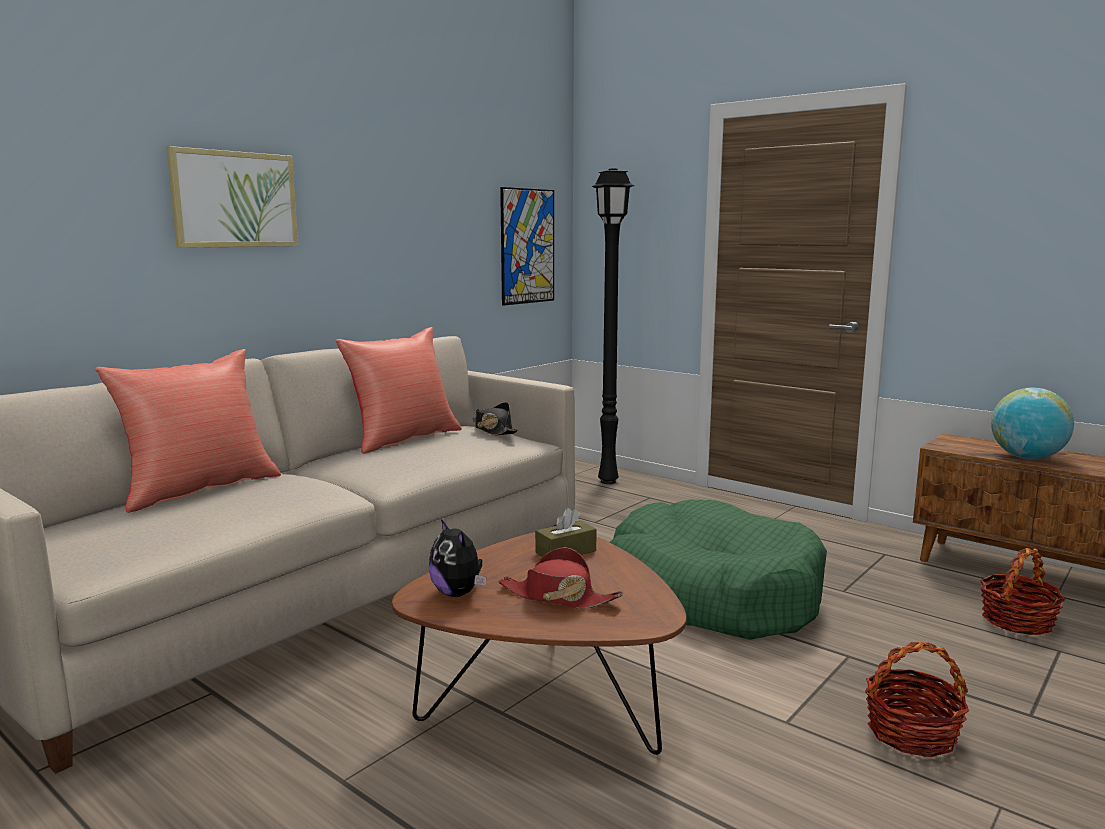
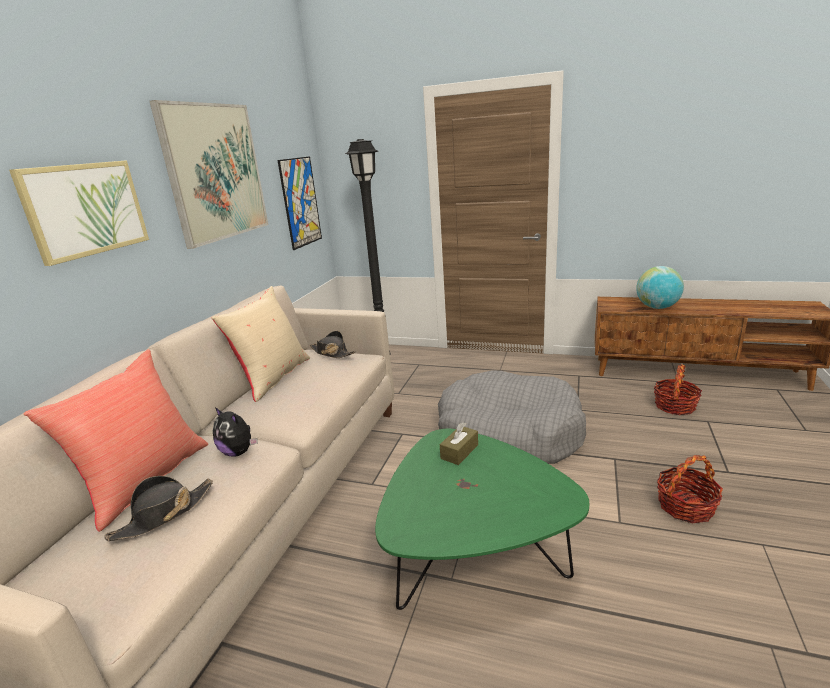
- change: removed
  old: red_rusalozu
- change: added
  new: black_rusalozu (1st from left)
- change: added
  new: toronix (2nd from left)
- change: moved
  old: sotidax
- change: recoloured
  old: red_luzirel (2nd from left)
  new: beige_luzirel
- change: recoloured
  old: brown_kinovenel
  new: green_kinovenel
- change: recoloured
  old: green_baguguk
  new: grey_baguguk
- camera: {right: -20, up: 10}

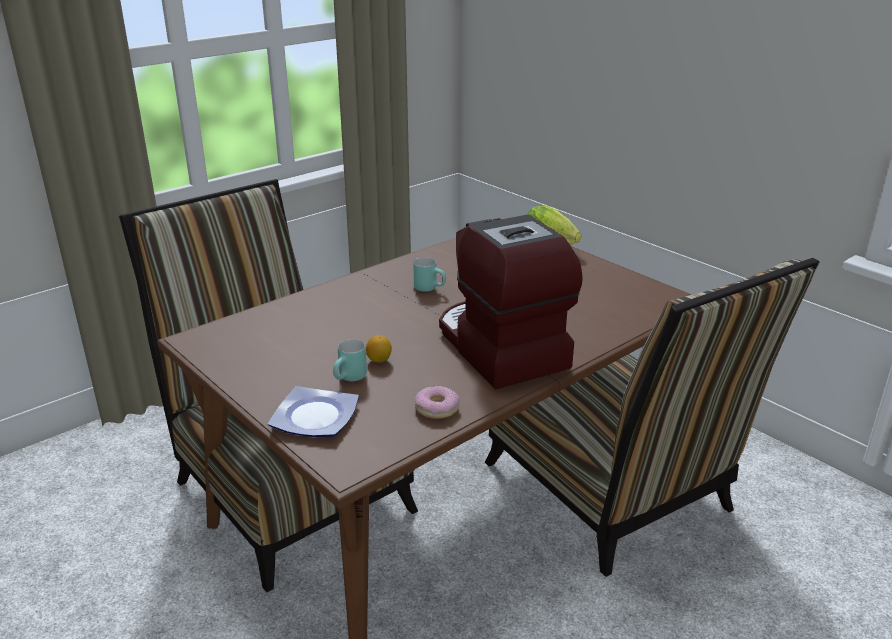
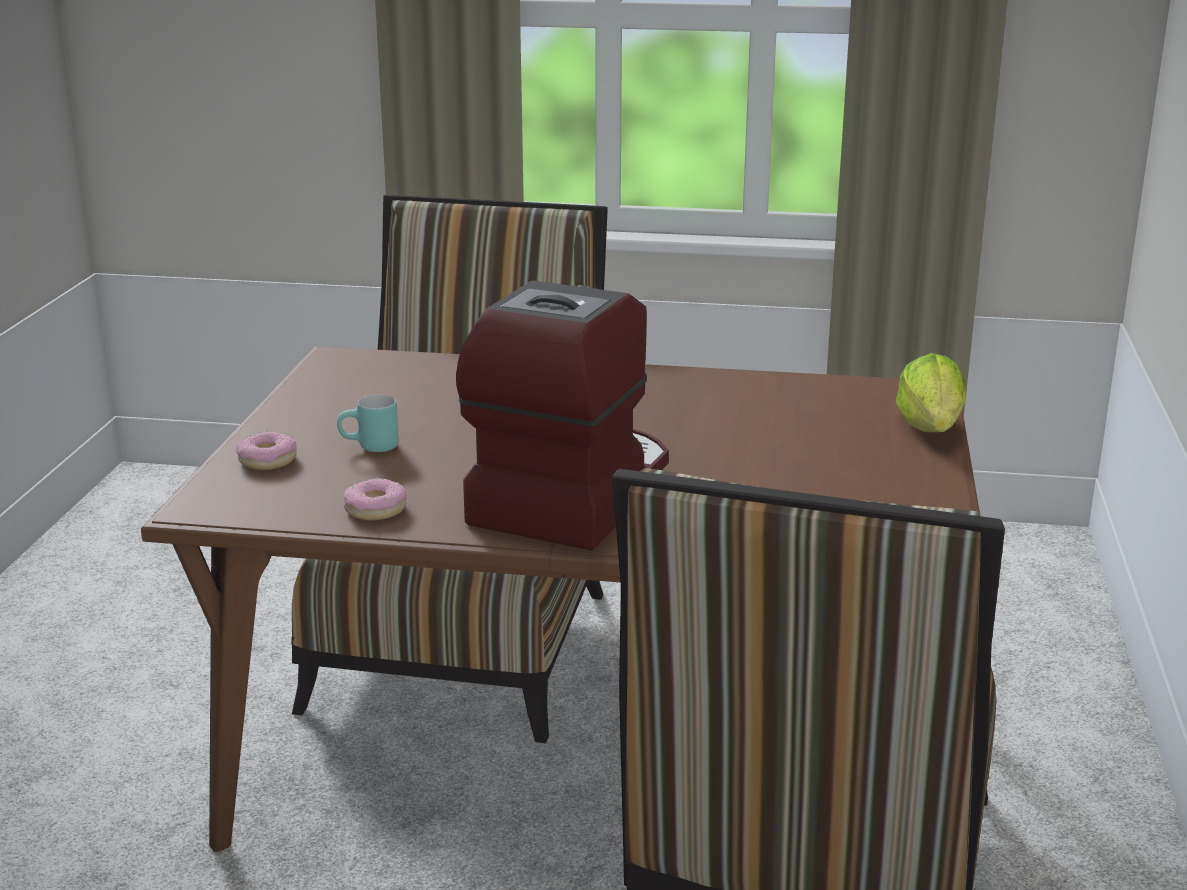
- change: removed
  old: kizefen
- change: removed
  old: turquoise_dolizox (2nd from left)
- change: replaced
  old: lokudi
  new: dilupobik (1st from left)
- camera: {right: 50, up: -5}

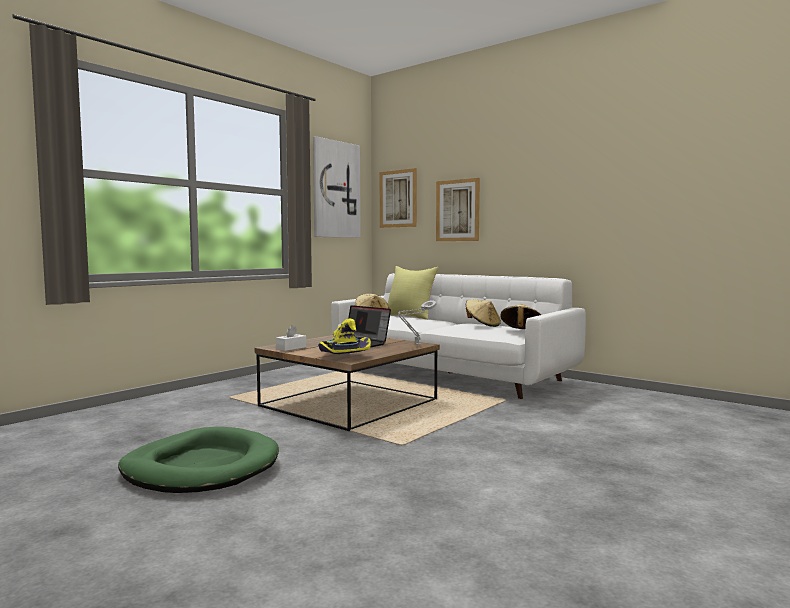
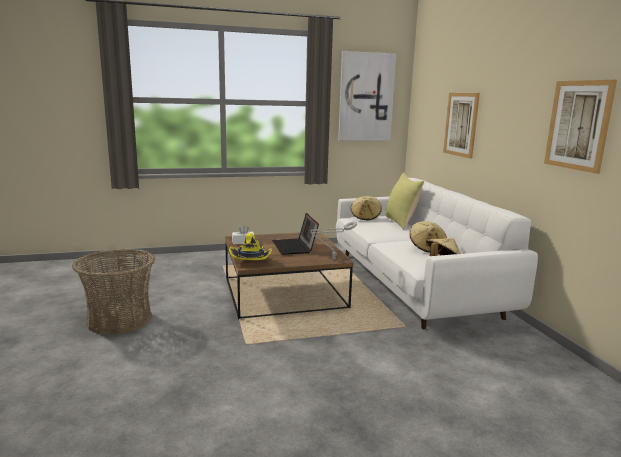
- change: moved
  old: toronix (2nd from left in the first image)
  new: toronix (3rd from left)
- change: replaced
  old: green_baguguk
  new: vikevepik
- camera: {right: 35, up: 10}

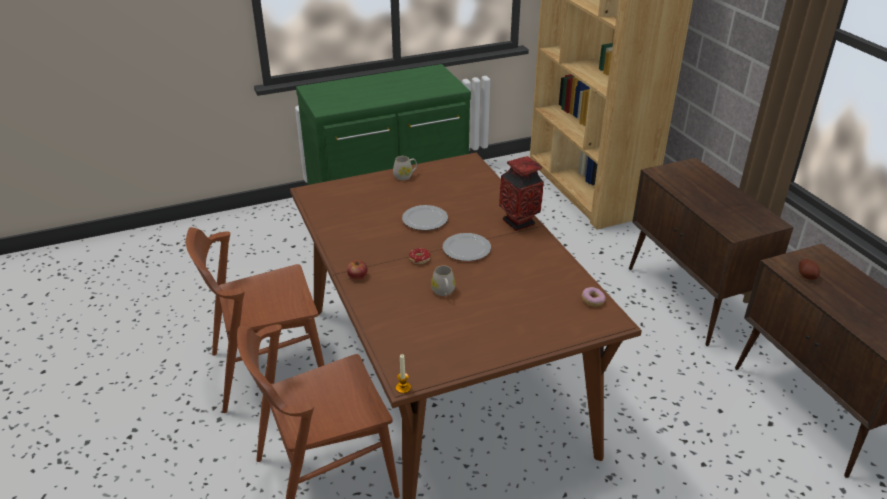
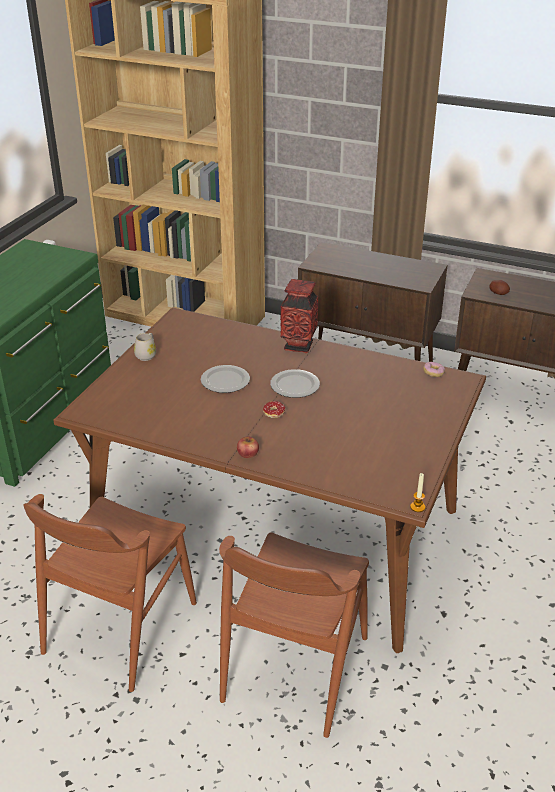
- change: removed
  old: white_dolizox (2nd from left)
- camera: {right: -45, up: 0}

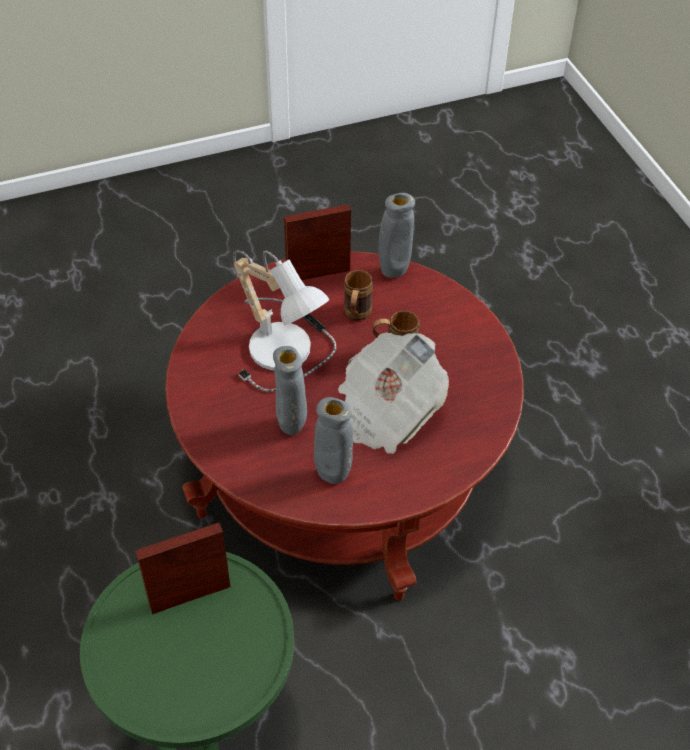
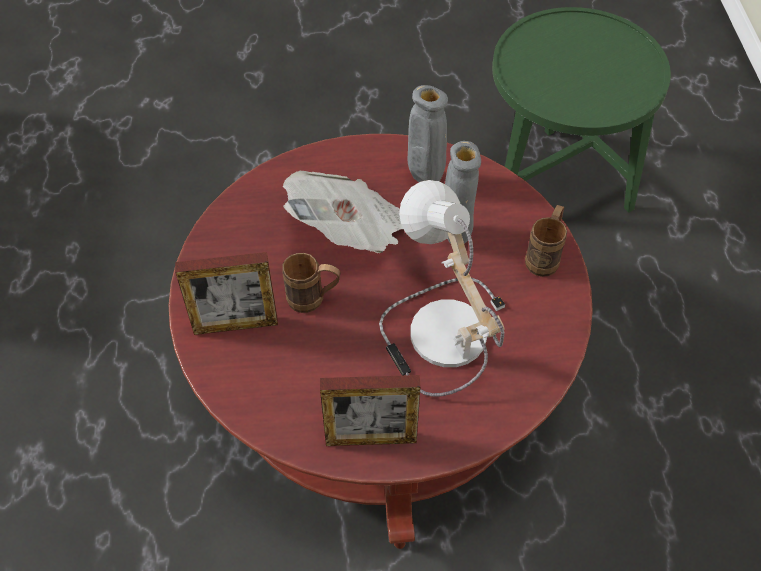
- change: removed
  old: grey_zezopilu (3rd from left)
- change: moved
  old: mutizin (1st from left)
- change: moved
  old: brown_dolizox (1st from left in the first image)
  new: brown_dolizox (2nd from left)
- camera: {right: -165, up: 5}

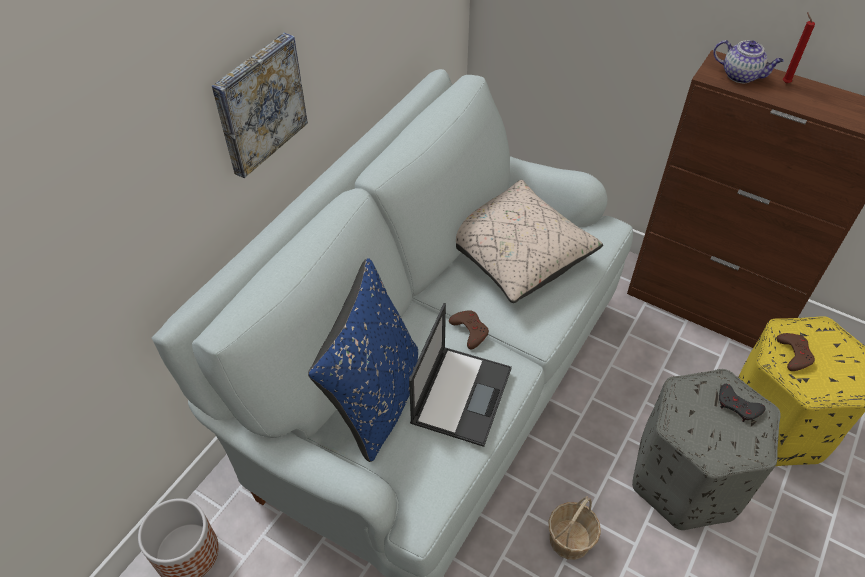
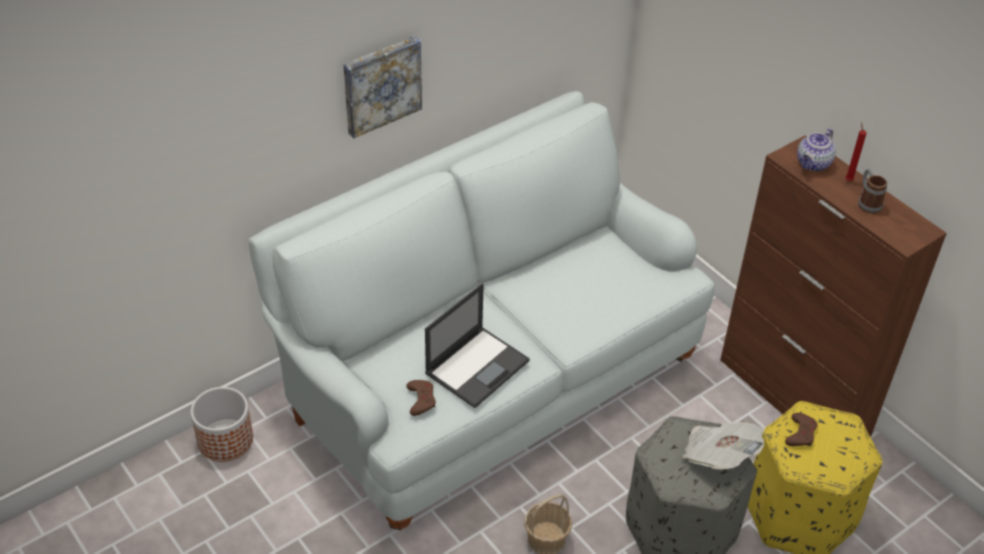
- change: removed
  old: blue_luzirel
- change: removed
  old: beige_luzirel
- change: added
  new: dolizox
- change: moved
  old: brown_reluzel (1st from left)
- change: replaced
  old: grey_reluzel
  new: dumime
- change: turned
  old: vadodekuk
  degrees: 75
- camera: {right: 20, up: -5}

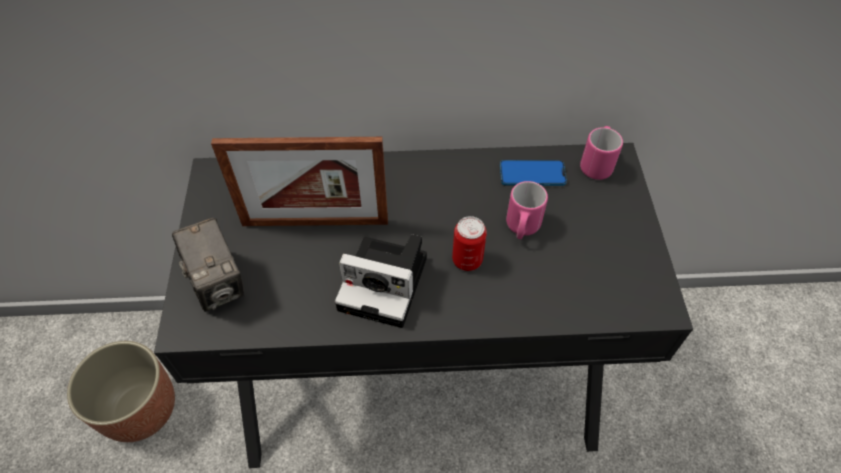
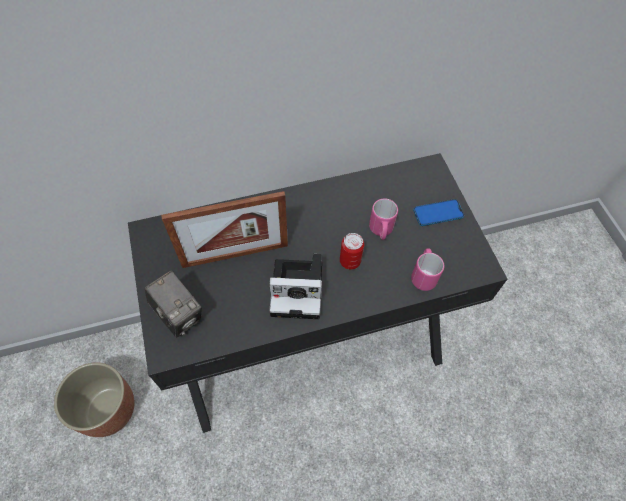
- change: moved
  old: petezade
- change: moved
  old: pink_dolizox (2nd from left)
- camera: {right: -15, up: 5}

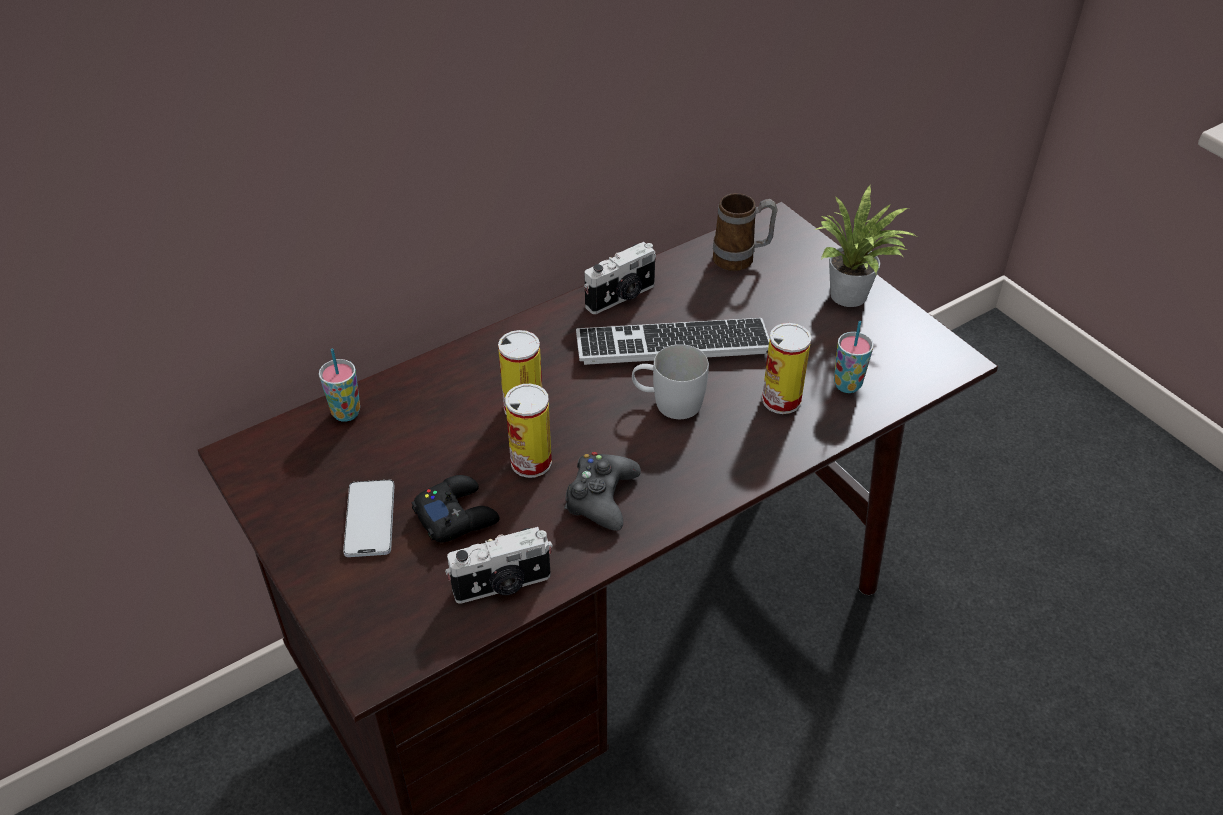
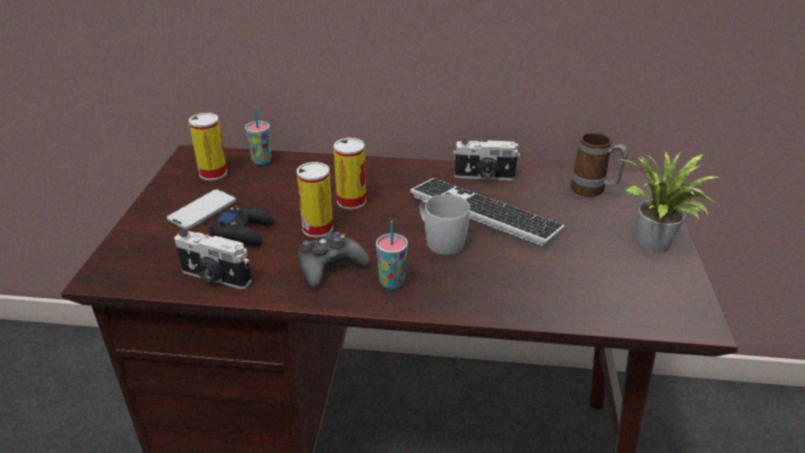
- change: moved
  old: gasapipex (3rd from left in the first image)
  new: gasapipex (1st from left)
- change: moved
  old: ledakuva (2nd from left)
- camera: {right: 40, up: -10}

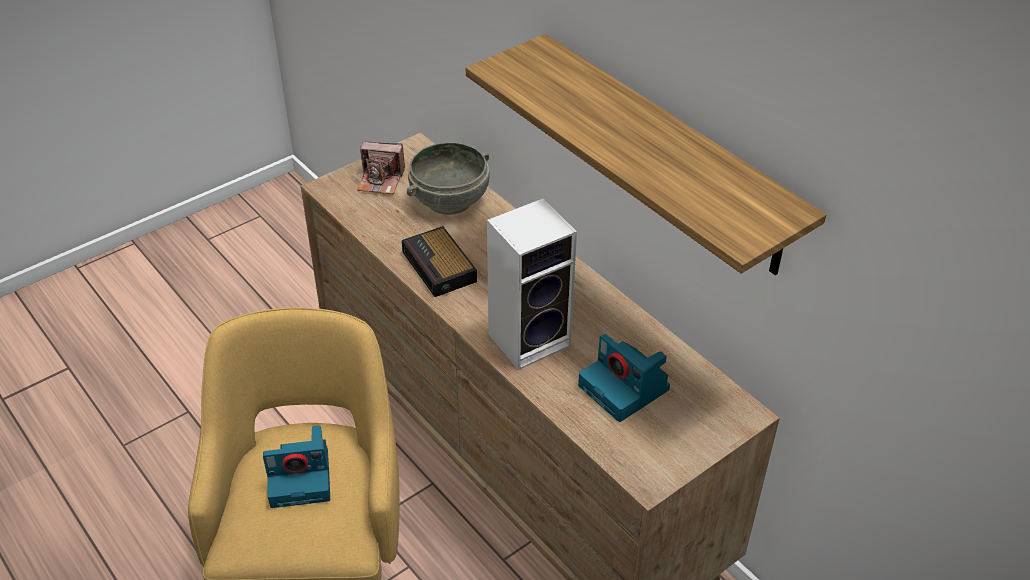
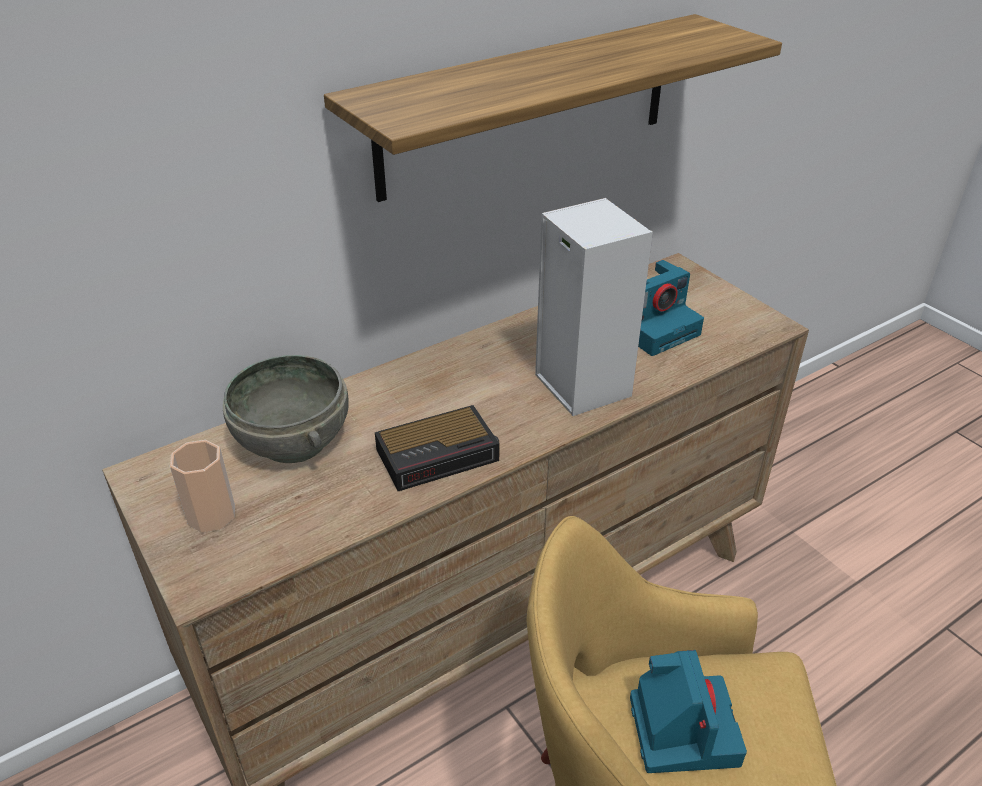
- change: replaced
  old: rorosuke (2nd from left)
  new: ledakuva
- camera: {right: -85, up: -5}

